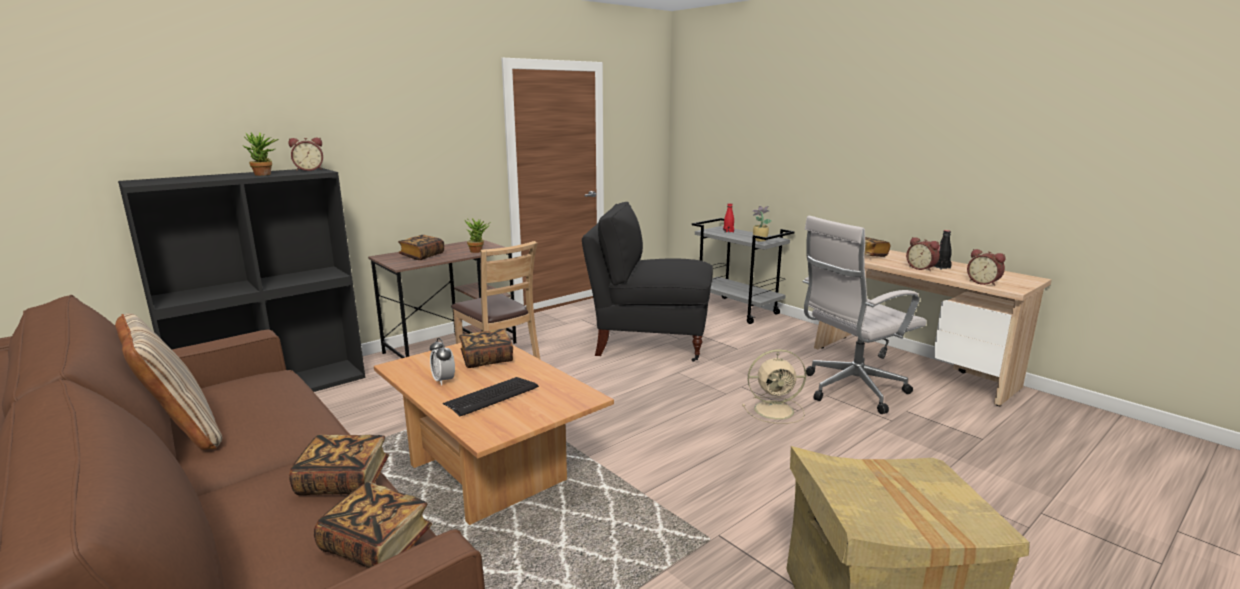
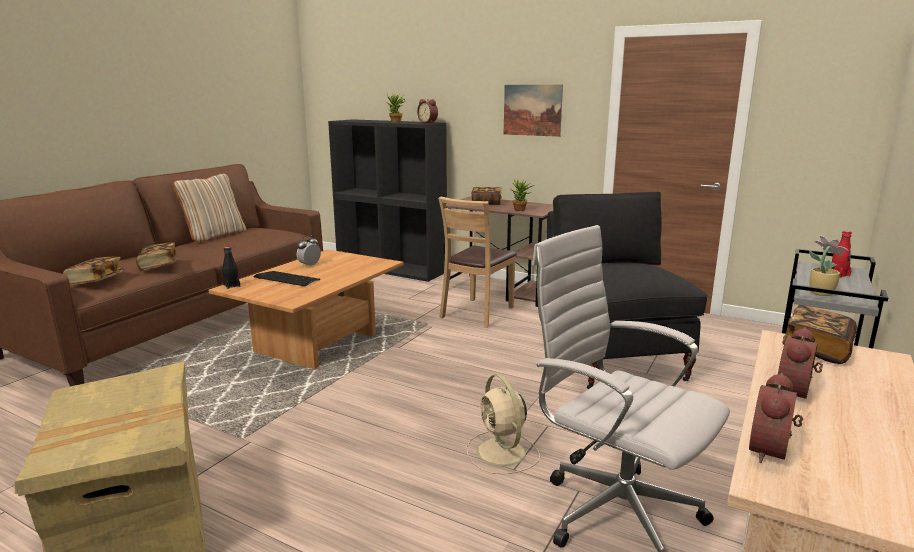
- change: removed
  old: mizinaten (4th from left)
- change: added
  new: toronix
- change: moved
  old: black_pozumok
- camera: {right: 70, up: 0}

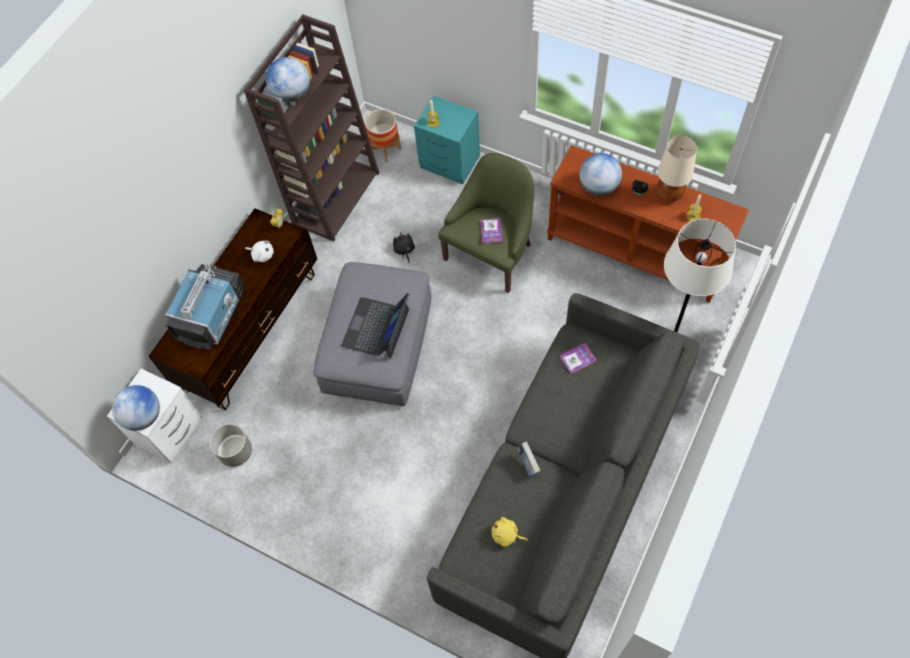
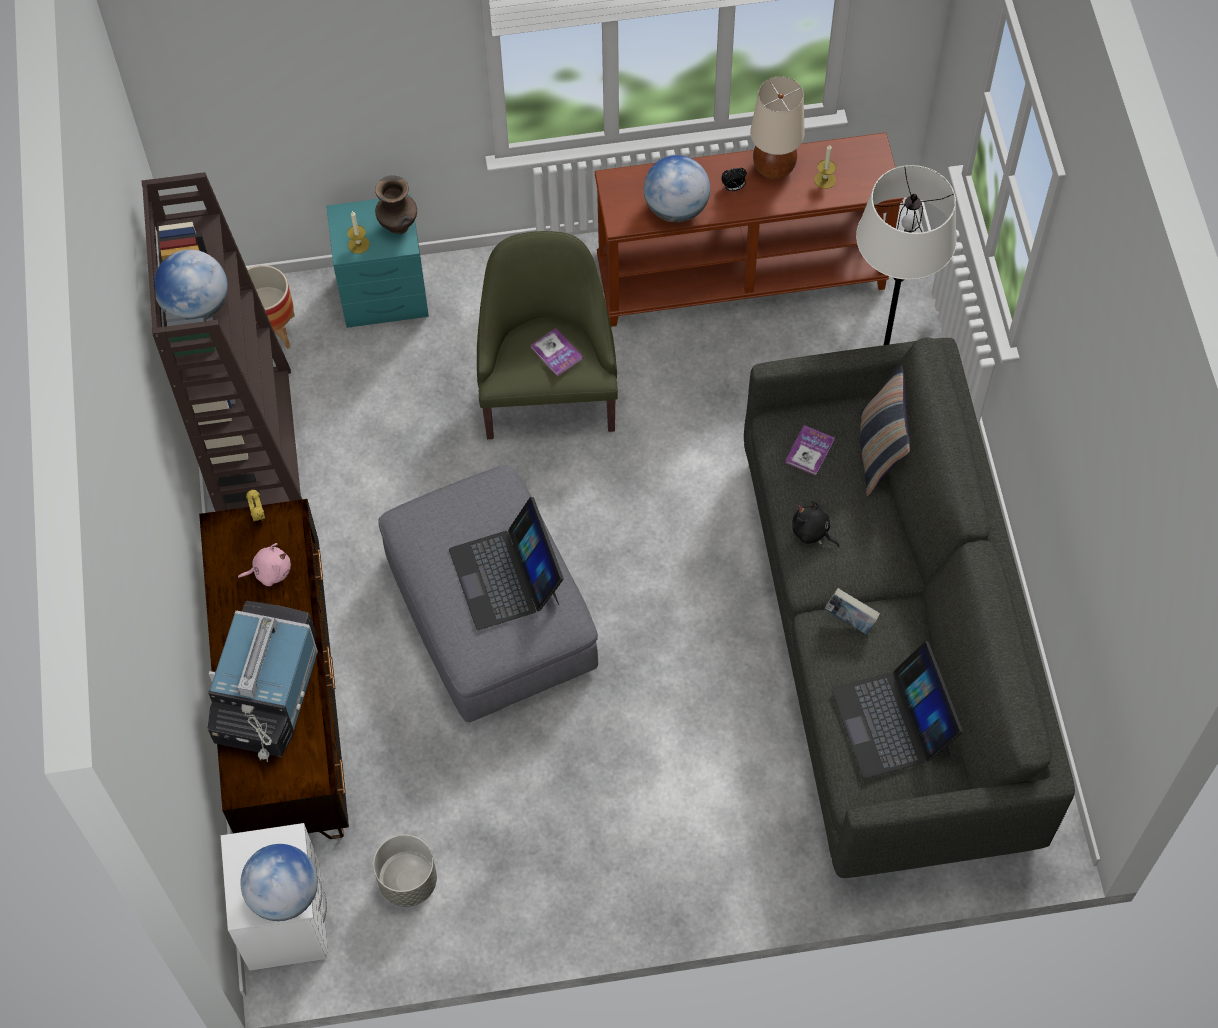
- change: added
  new: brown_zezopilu
- change: added
  new: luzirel
- change: moved
  old: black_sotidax
- change: replaced
  old: yellow_sotidax
  new: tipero (2nd from left)
- change: recoloured
  old: white_sotidax
  new: pink_sotidax
- change: turned
  old: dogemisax
  degrees: -150
- camera: {right: -40, up: 0}

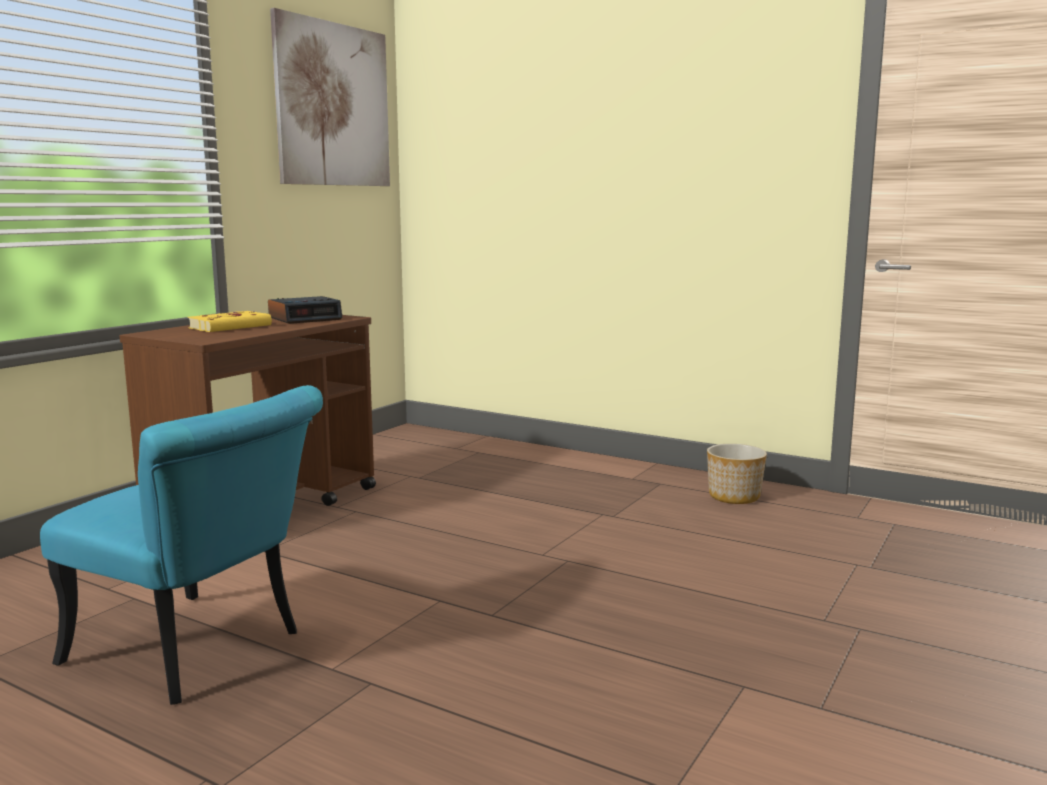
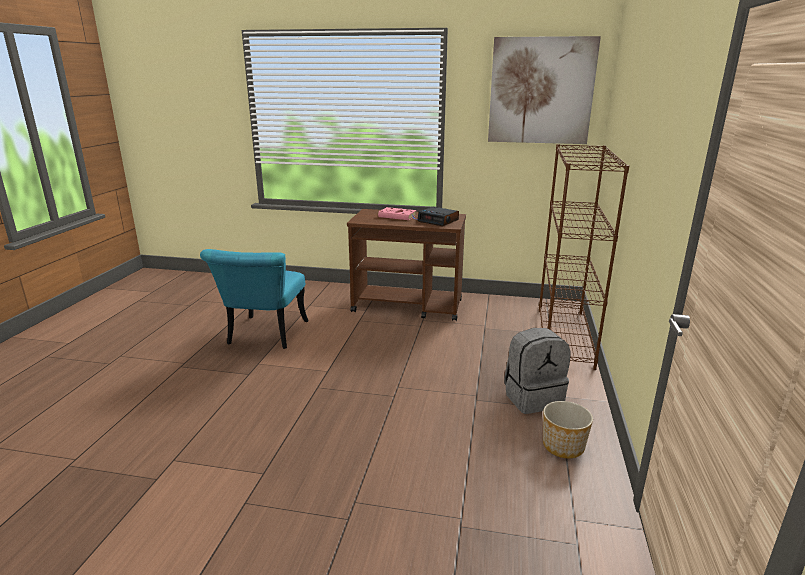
- change: added
  new: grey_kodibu
- change: added
  new: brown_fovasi
- change: recoloured
  old: yellow_mizinaten
  new: pink_mizinaten
- camera: {right: 70, up: 10}

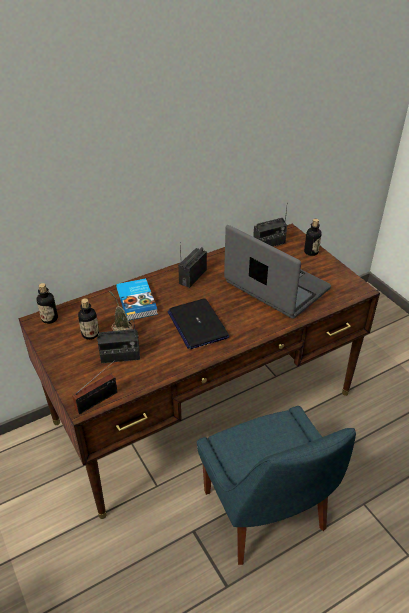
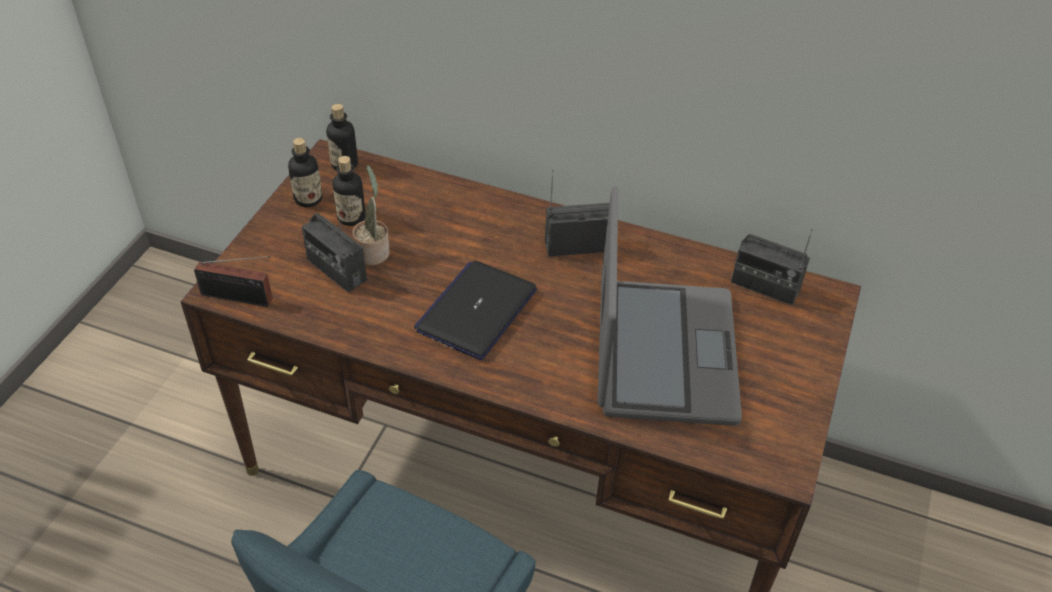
- change: removed
  old: mizinaten
- change: moved
  old: pozumok (3rd from left in the first image)
  new: pozumok (1st from left)
- camera: {right: 50, up: 5}

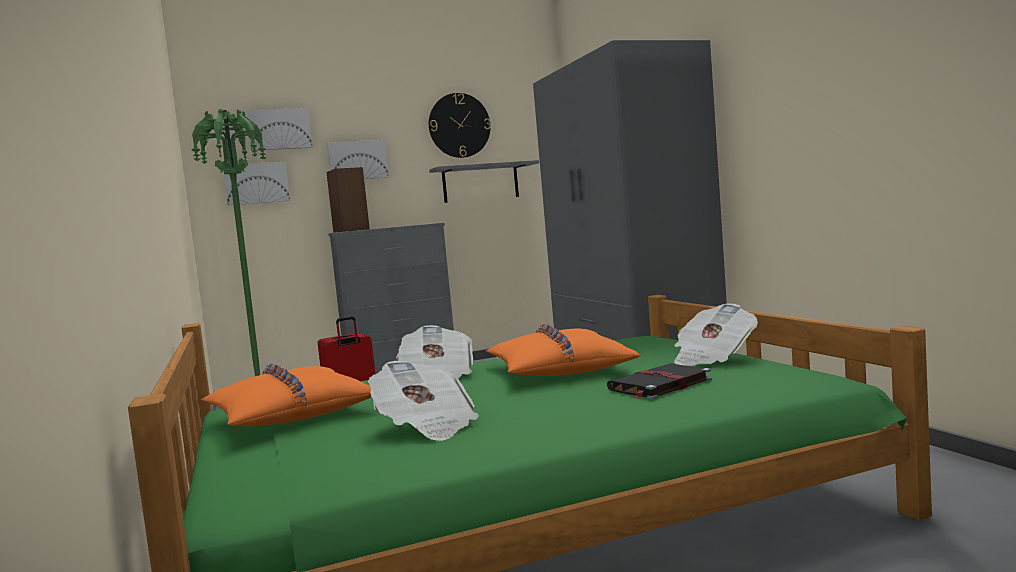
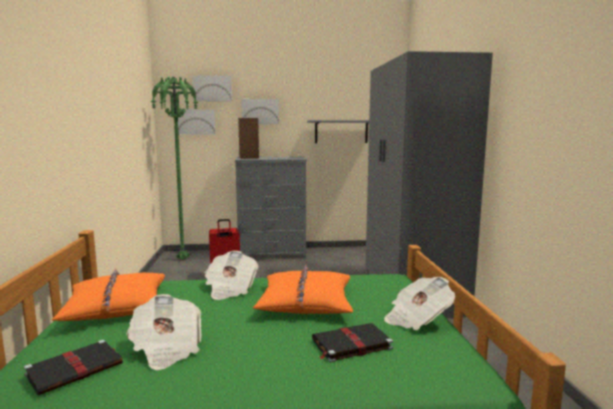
- change: removed
  old: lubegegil
- change: added
  new: black_mizinaten (1st from left)
- camera: {right: 15, up: 5}

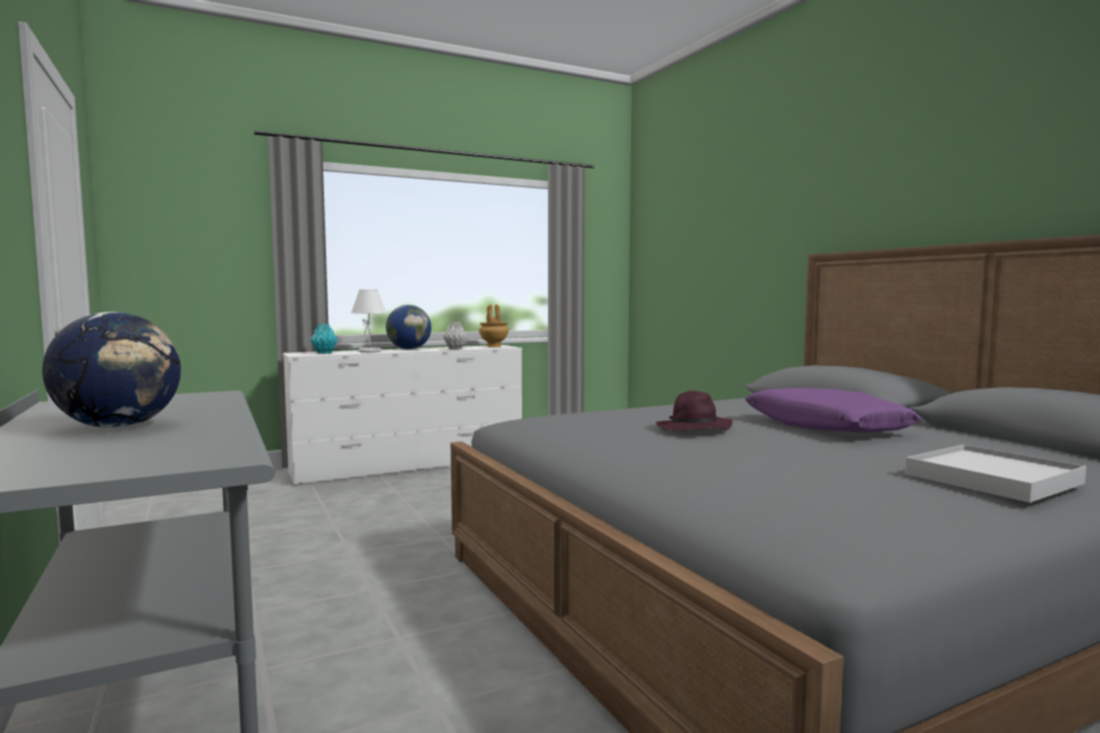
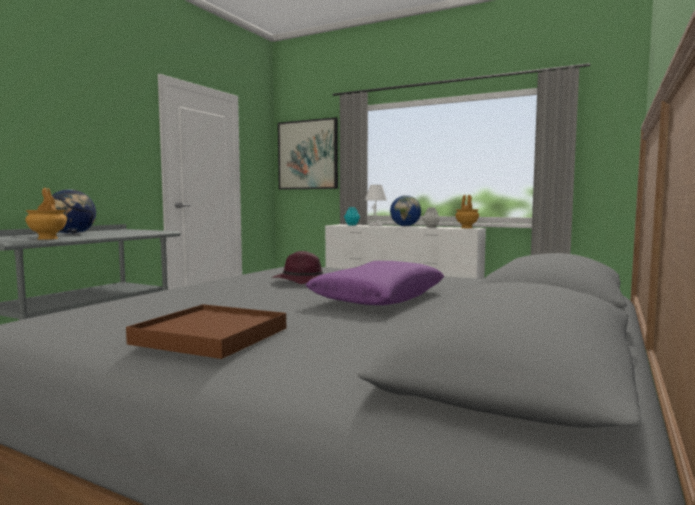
- change: added
  new: brown_zezopilu (1st from left)
- change: added
  new: toronix
- change: recoloured
  old: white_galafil
  new: brown_galafil
- camera: {right: 55, up: 0}

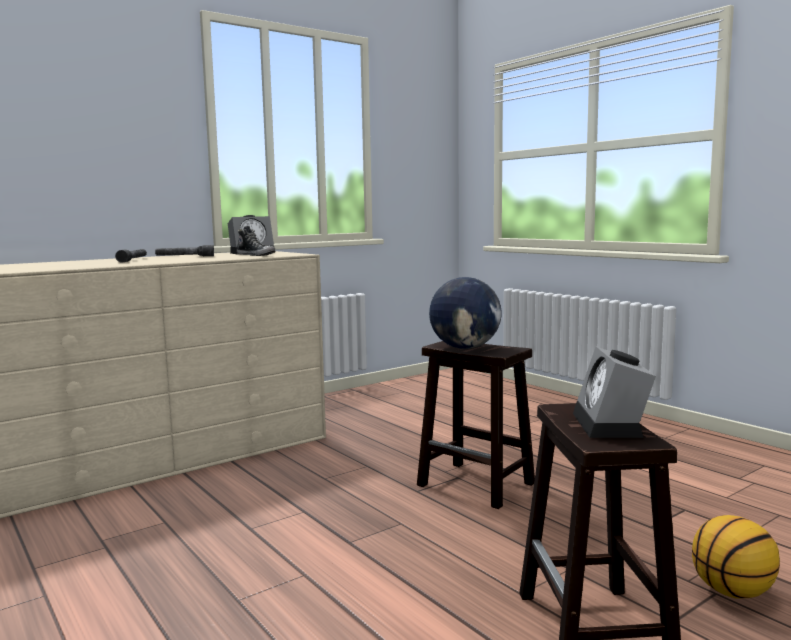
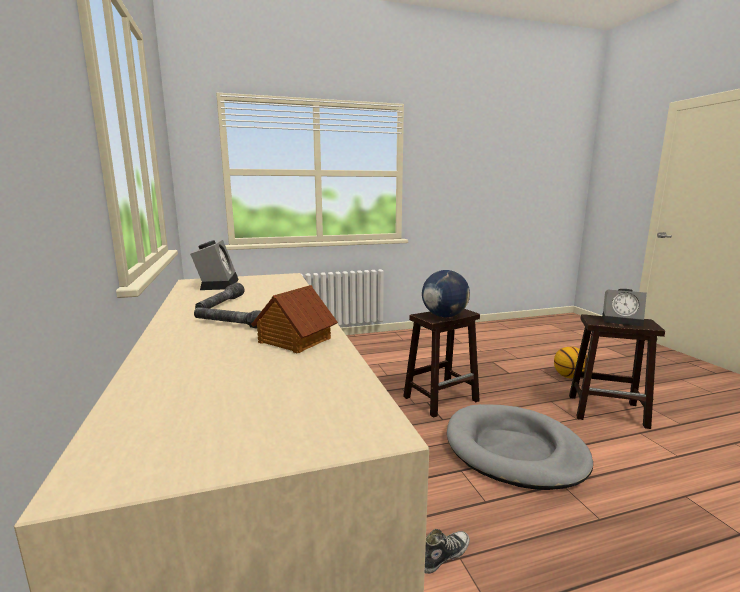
- change: added
  new: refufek
- change: added
  new: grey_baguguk
- change: moved
  old: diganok
- camera: {right: -70, up: 5}

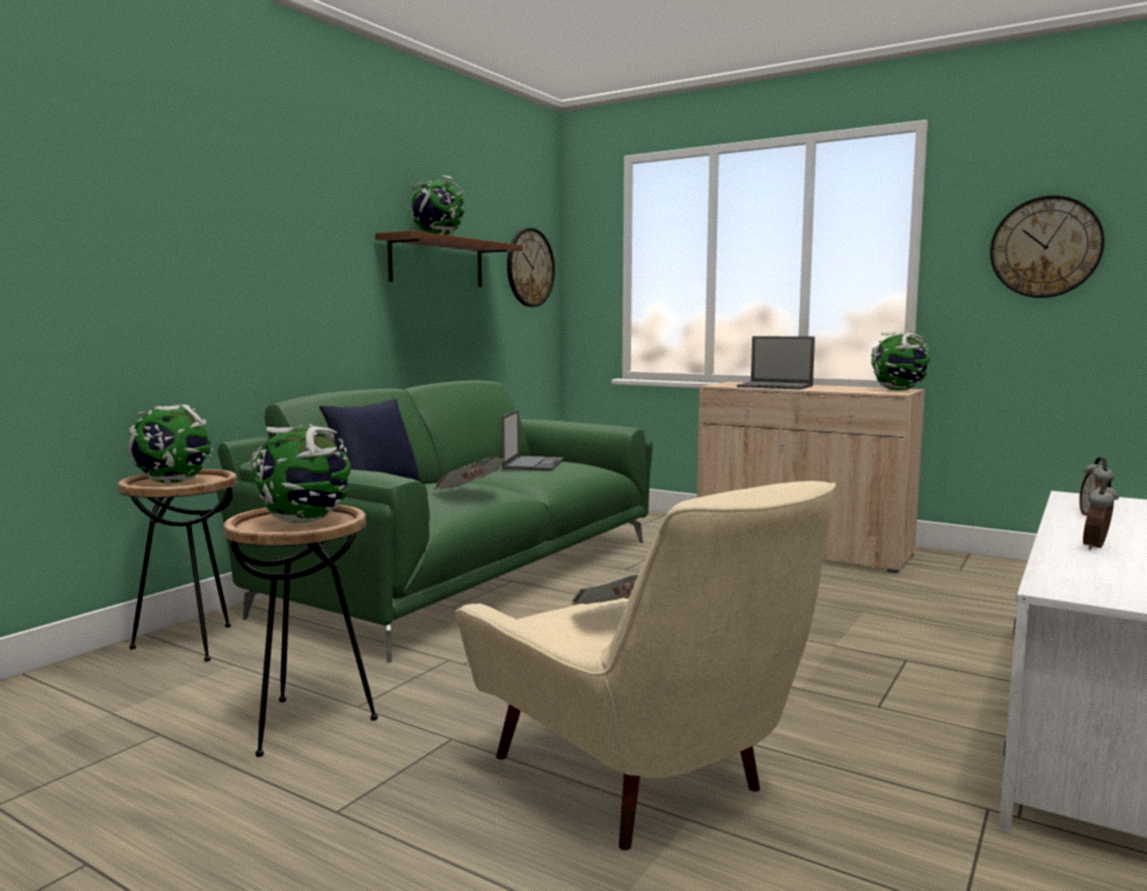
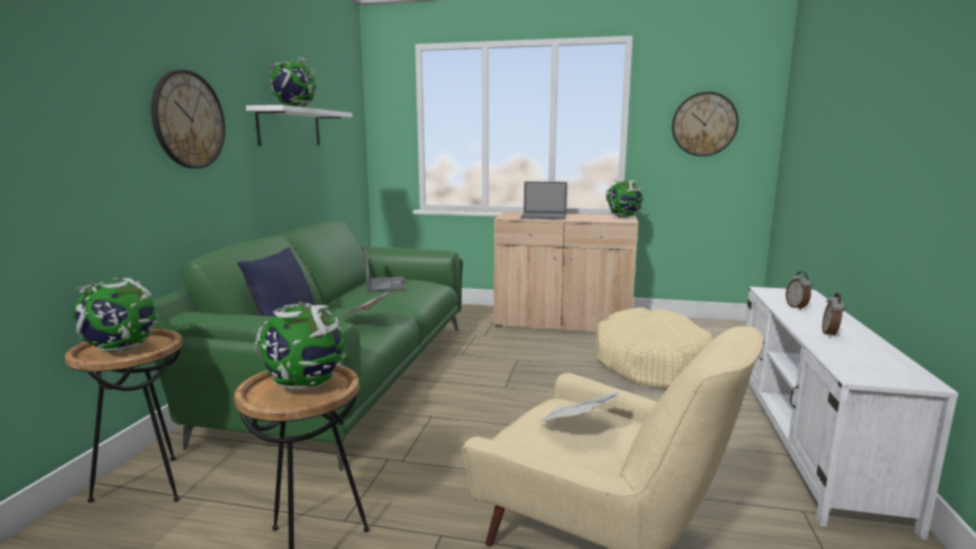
- change: added
  new: beige_baguguk
- change: moved
  old: lubegegil (1st from left)
- change: recoloured
  old: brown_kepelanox
  new: white_kepelanox
- camera: {right: -20, up: 5}

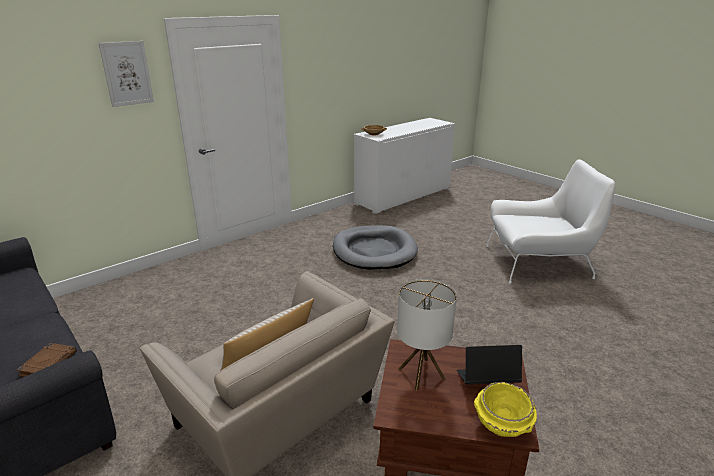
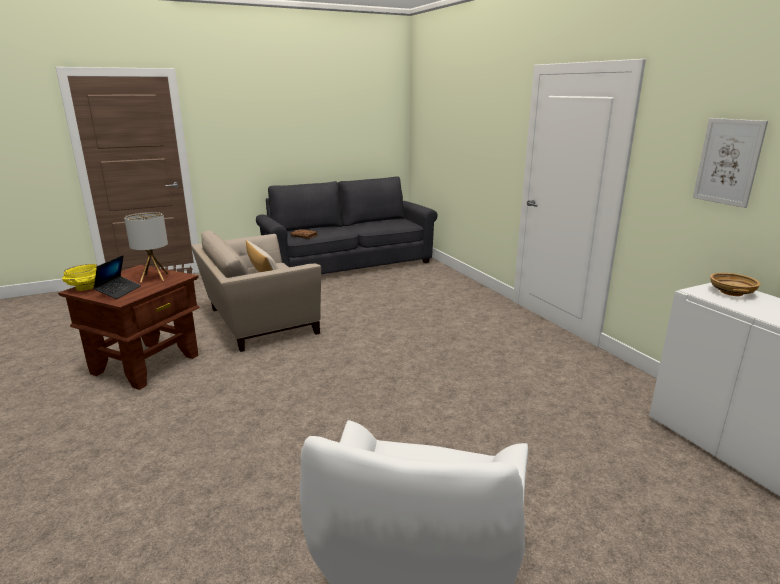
- change: removed
  old: grey_baguguk
- change: moved
  old: toronix
- camera: {right: 105, up: -5}

